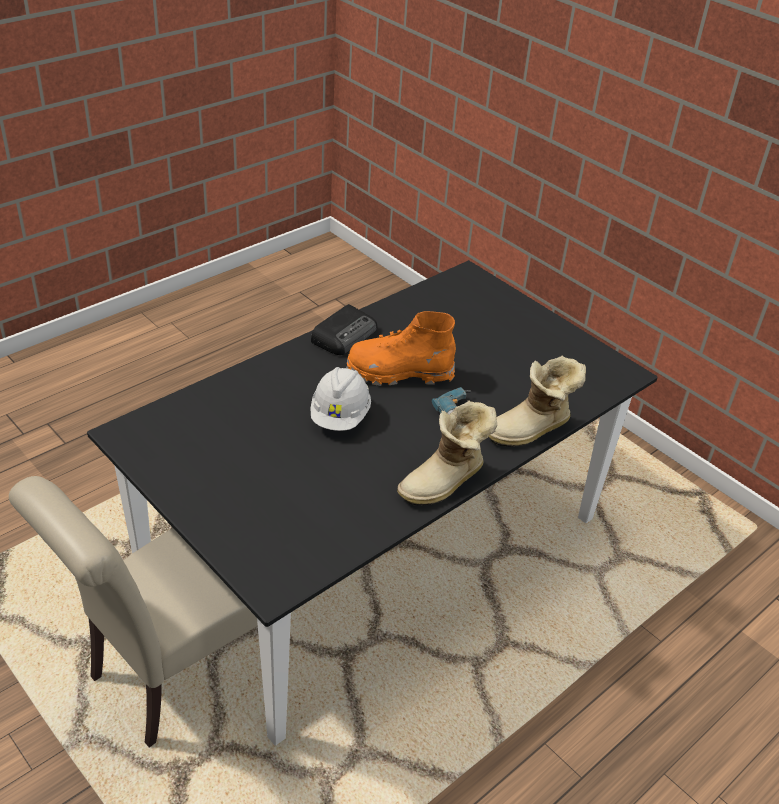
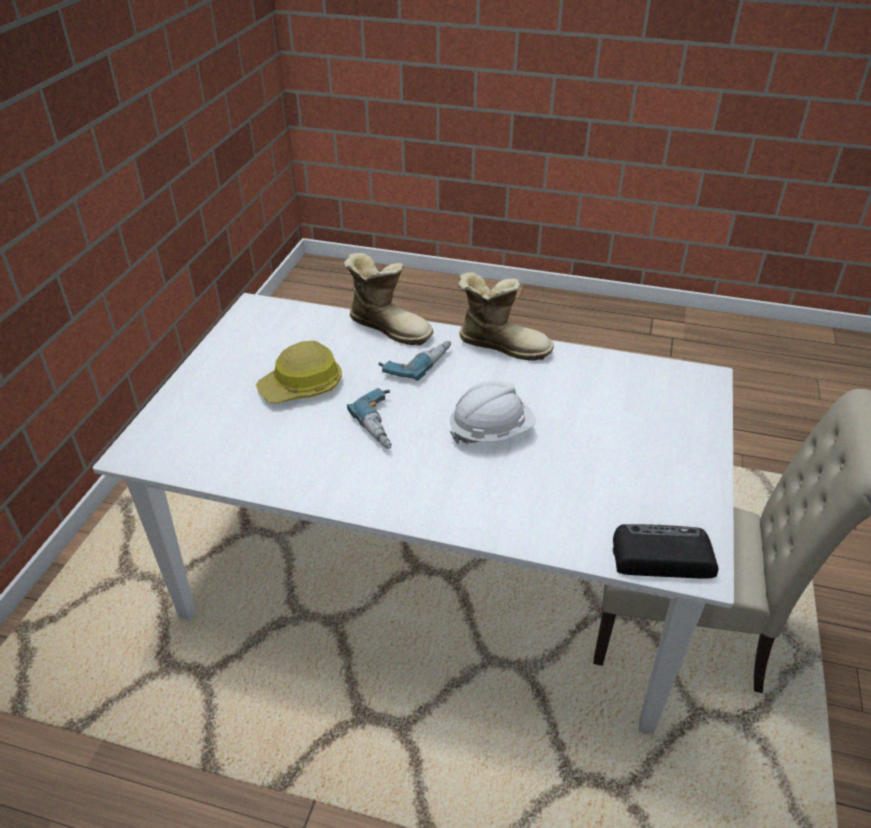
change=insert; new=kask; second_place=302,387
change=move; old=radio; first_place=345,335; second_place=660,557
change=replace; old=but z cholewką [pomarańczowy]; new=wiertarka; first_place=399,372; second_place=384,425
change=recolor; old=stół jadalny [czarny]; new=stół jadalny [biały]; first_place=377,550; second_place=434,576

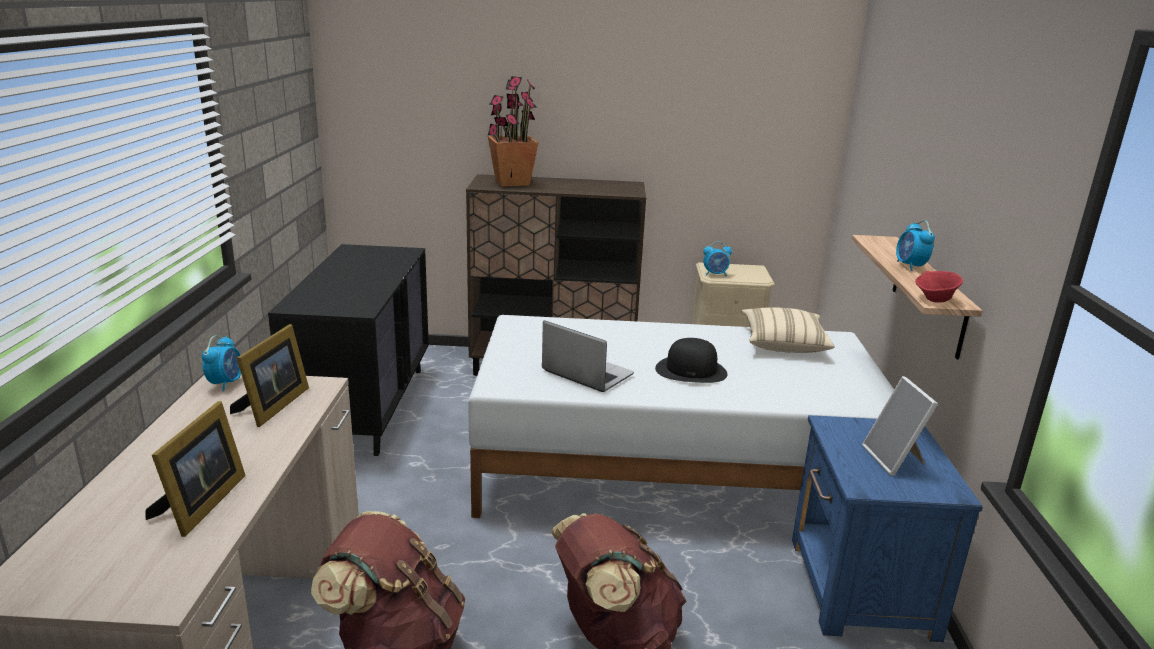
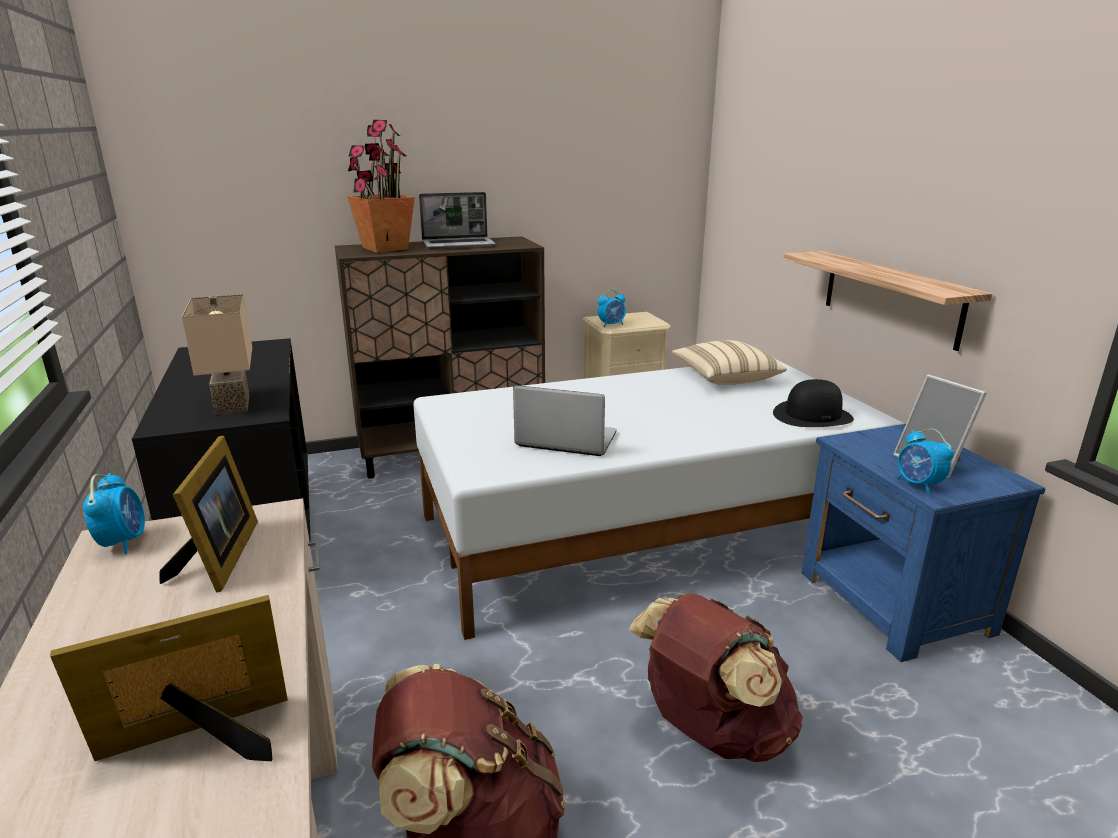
change=delete; old=miska [czerwony]; first_place=935,300
change=insert; new=lampa stołowa [beżowy]; second_place=235,404
change=insert; new=laptop; second_place=459,245
change=move; old=kapelusz [czarny]; first_place=691,370; second_place=812,415
change=move; old=budzik; first_place=910,266; second_place=918,484
change=rotate; old=ramka na zdjęcie; first_place=200,505; second_place=203,741; degrees=-105

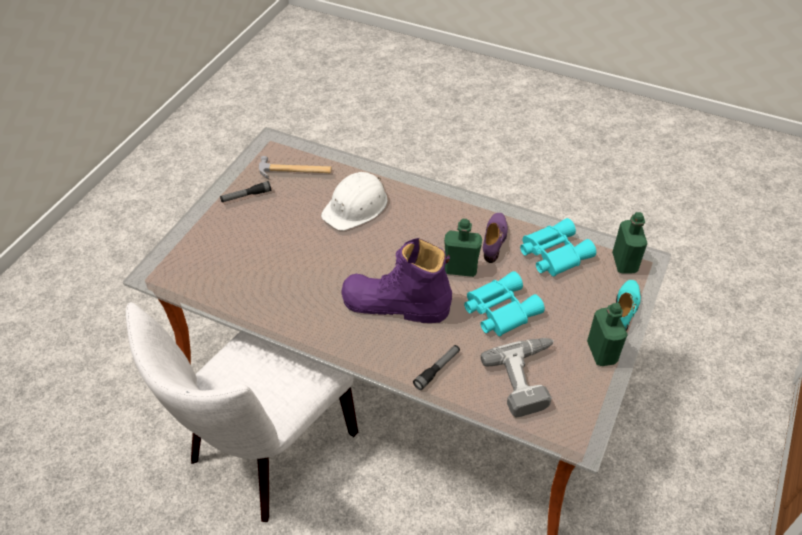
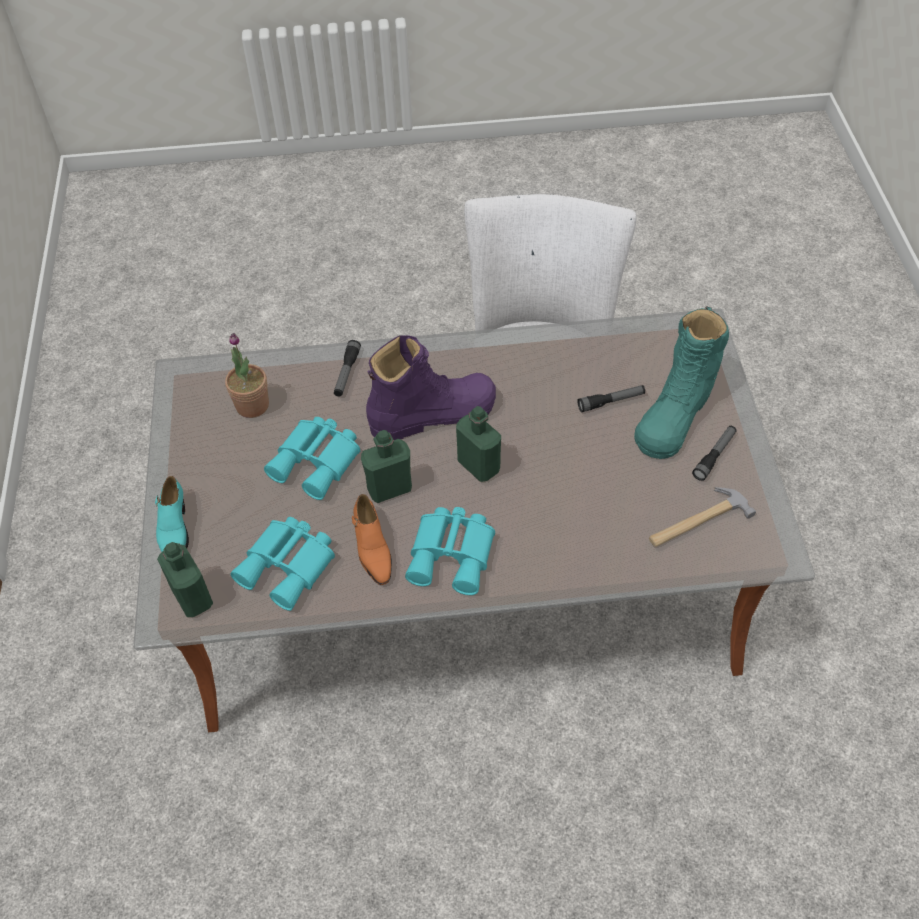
change=delete; old=kask [biały]; first_place=356,206
change=insert; new=lornetka [turkusowy]; second_place=453,554
change=insert; new=latarka; second_place=611,401
change=insert; new=but z cholewką [turkusowy]; second_place=675,412
change=move; old=butelka [zielony]; first_place=601,352; second_place=478,466
change=replace; old=wiertarka; new=roślina doniczkowa; first_place=528,379; second_place=252,405
change=recolor; old=but [fioletowy]; new=but [pomarańczowy]; first_place=494,240; second_place=372,549

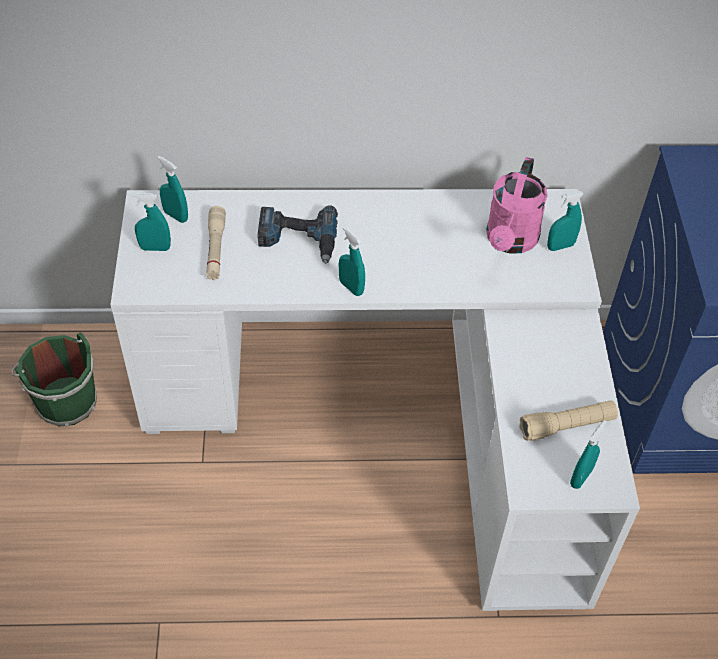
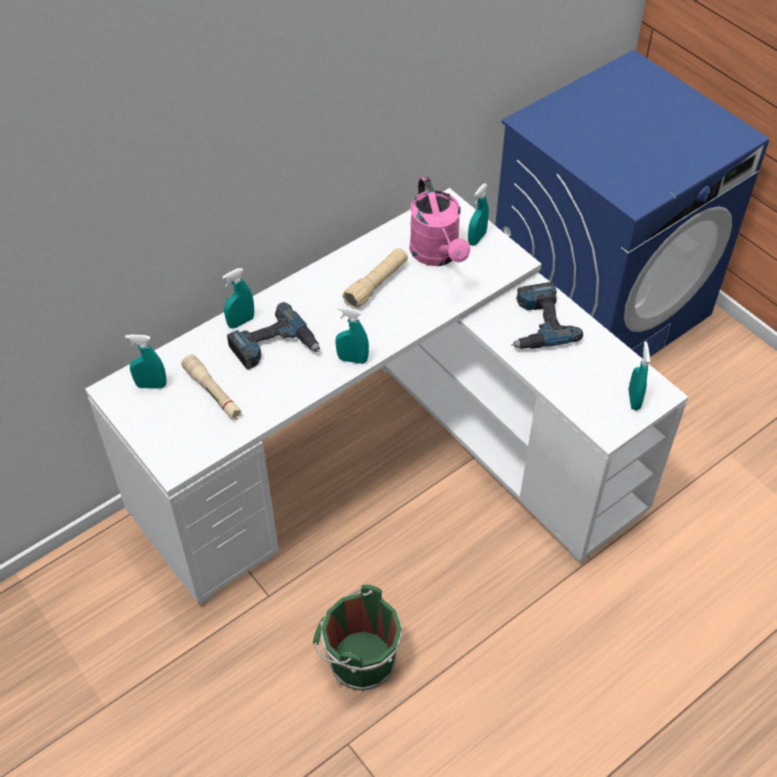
change=insert; new=wiertarka; second_place=537,324
change=move; old=wiadro [zielony]; first_place=65,400; second_place=359,660
change=move; old=spryskiwacz [turkusowy]; first_place=155,248; second_place=241,322
change=move; old=latarka [beżowy]; first_place=566,426; second_place=376,284

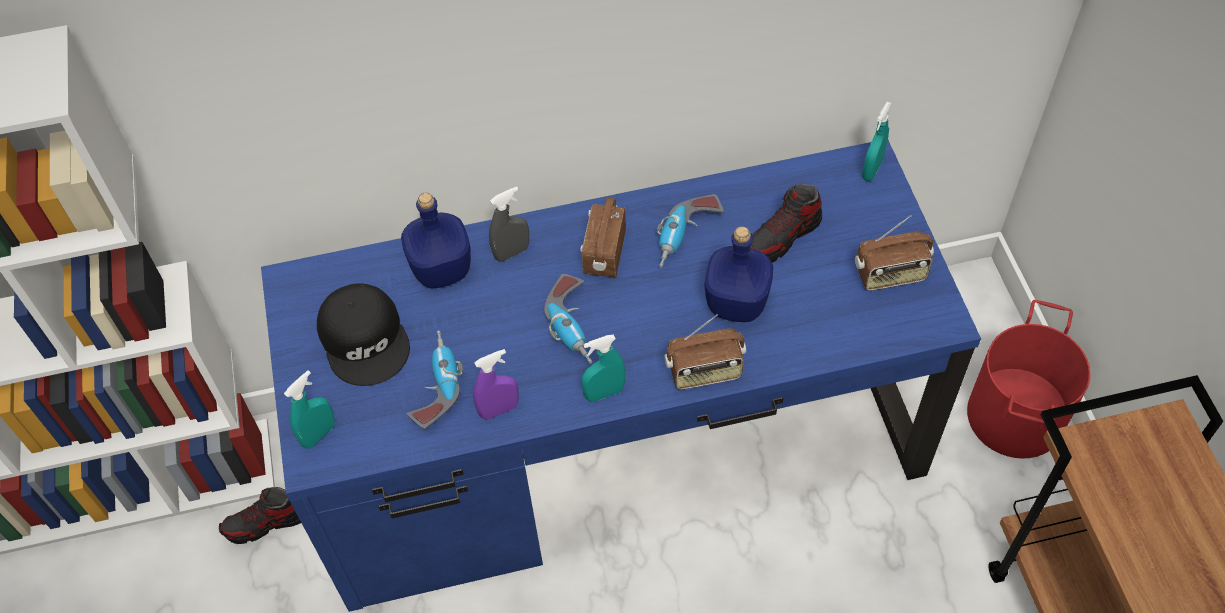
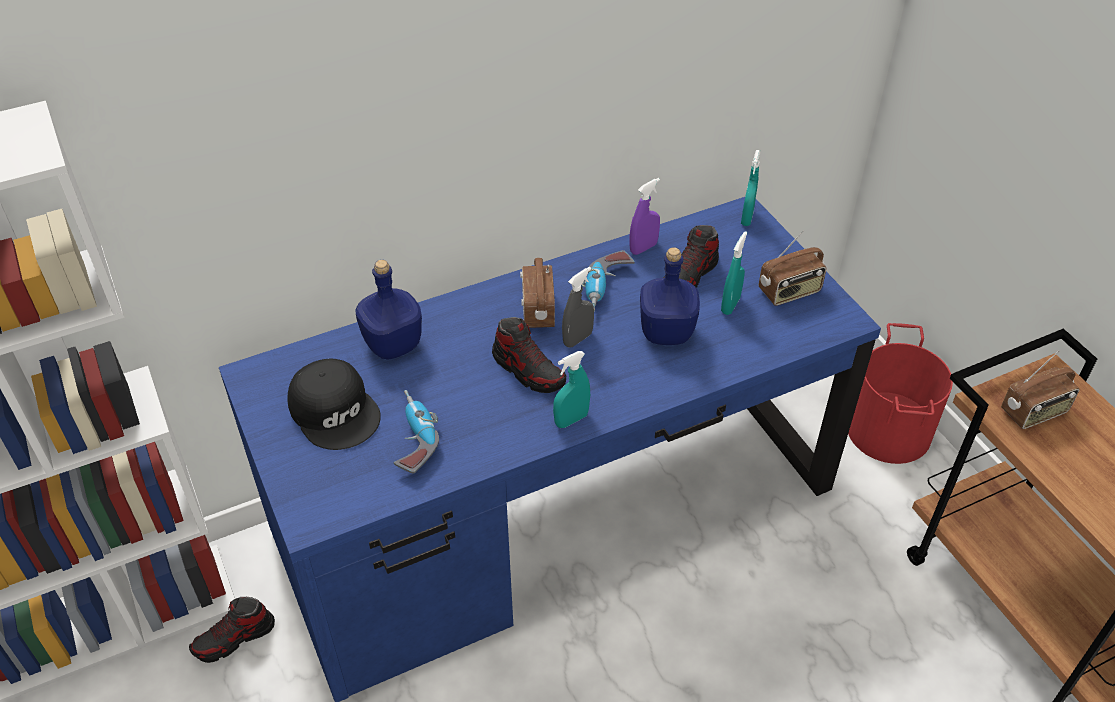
change=move; old=spryskiwacz [turkusowy]; first_place=319,435; second_place=730,305
change=move; old=spryskiwacz [fioletowy]; first_place=499,410; second_place=643,248
change=move; old=spryskiwacz [szary]; first_place=512,252; second_place=577,339
change=move; old=radio; first_place=705,372; second_place=1034,413
change=replace; old=wiertarka; new=but; first_place=575,326; second_place=529,370

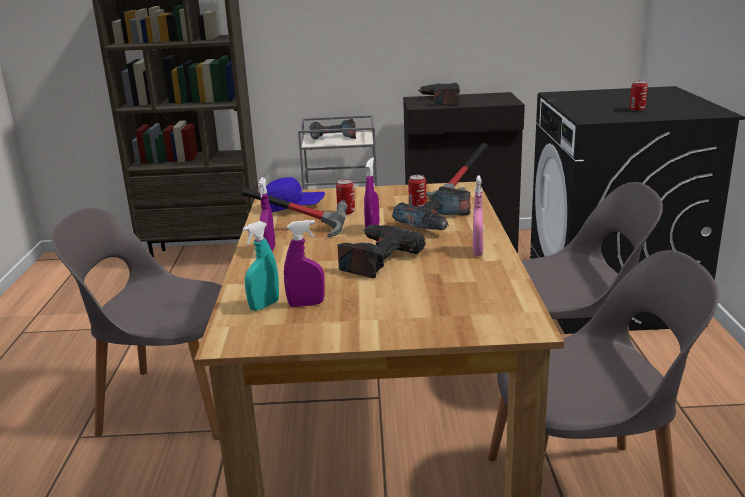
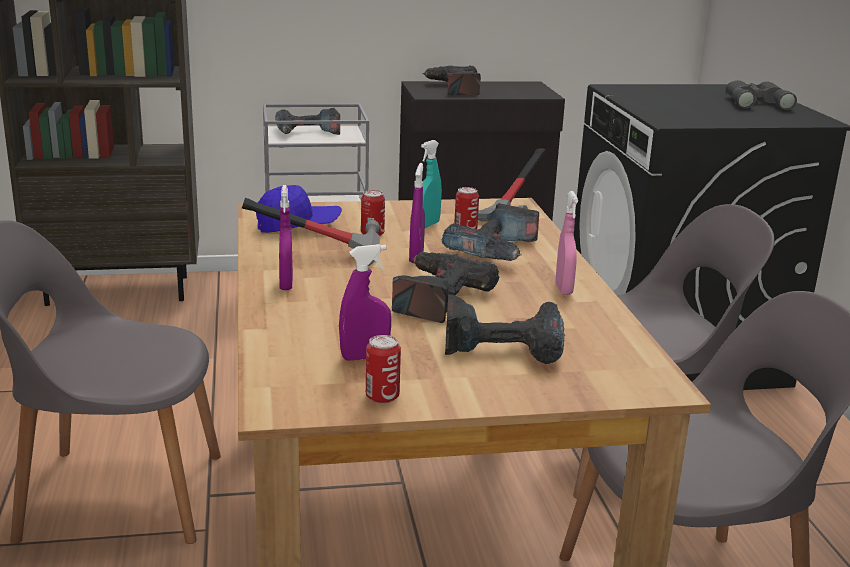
change=insert; new=wiertarka; second_place=503,344
change=insert; new=lornetka [szary]; second_place=756,102
change=move; old=spryskiwacz [turkusowy]; first_place=264,305; second_place=427,225
change=move; old=puszka; first_place=637,109; second_place=382,397

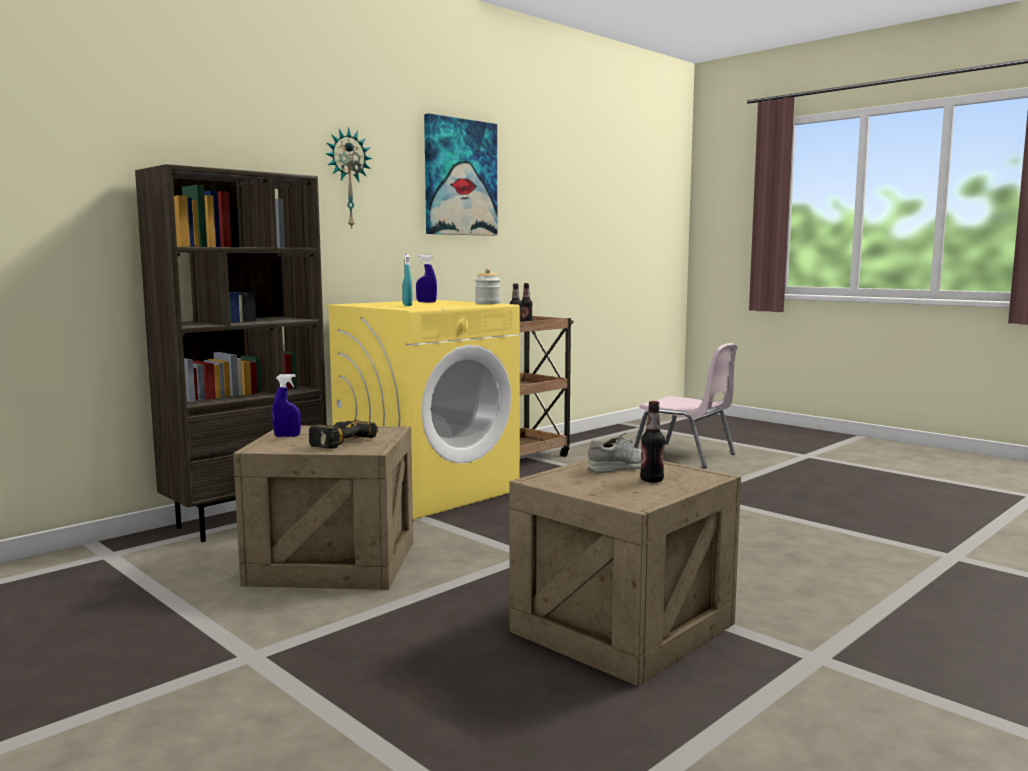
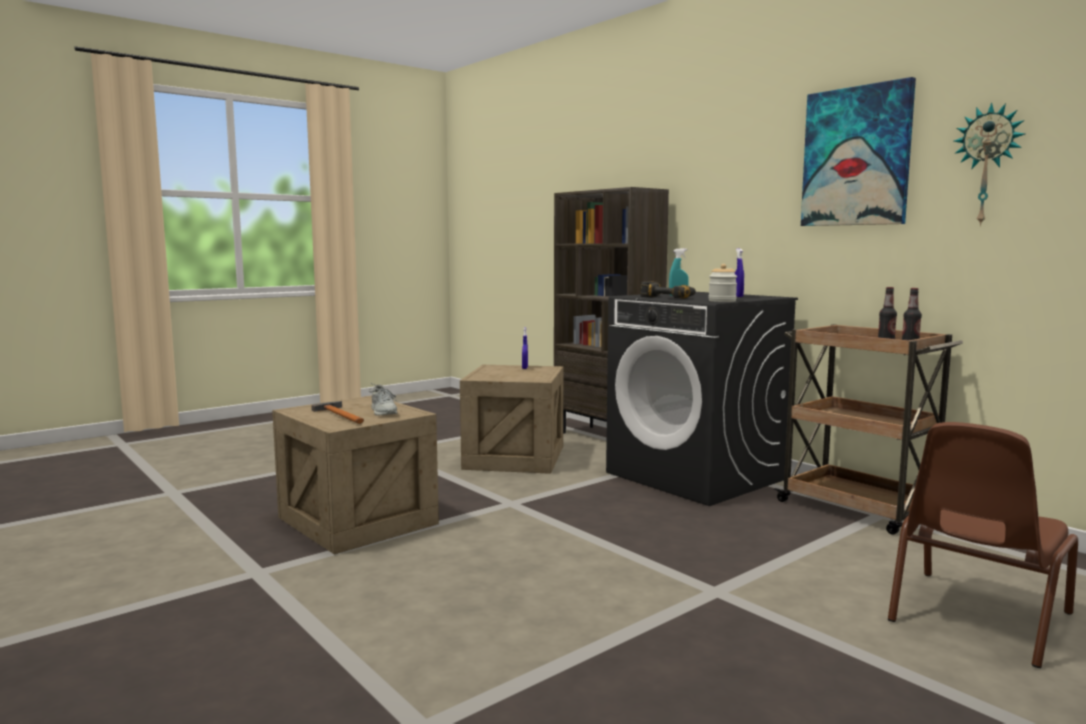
change=move; old=wiertarka; first_place=337,441; second_place=669,297
change=move; old=zegar ścienny; first_place=347,179; second_place=987,165
change=replace; old=butelka; new=młotek; first_place=652,480; second_place=340,415
change=recolor; old=pralka [żółty]; new=pralka [czarny]; first_place=427,491; second_place=696,476
change=recolor; old=krzesło [różowy]; new=krzesło [brązowy]; first_place=685,456; second_place=976,617

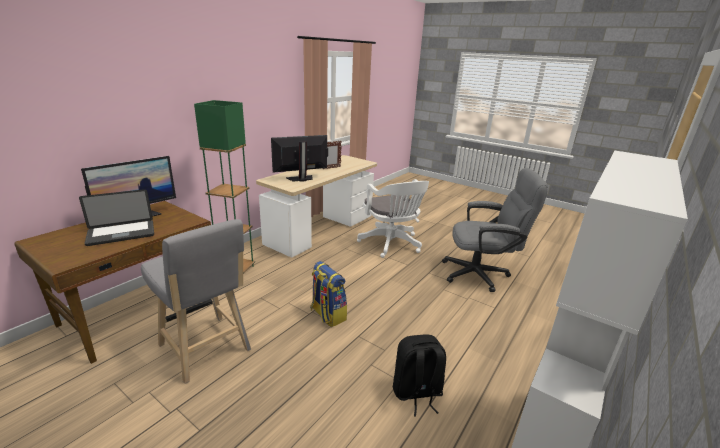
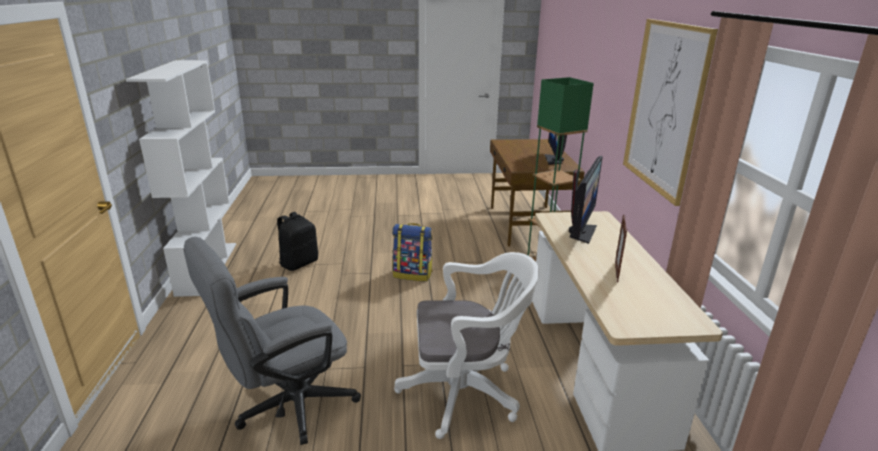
change=delete; old=laptop; first_place=121,234
change=delete; old=stołek [szary]; first_place=207,350
change=insert; new=obraz; second_place=664,108
change=rotate; old=krzesło biurowe [biały]; first_place=391,244; second_place=466,393; degrees=150

